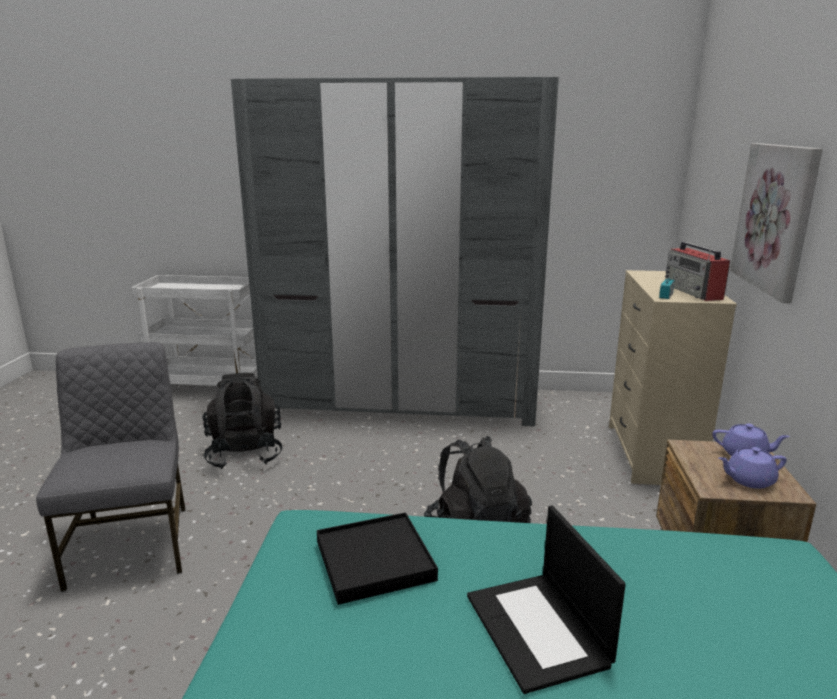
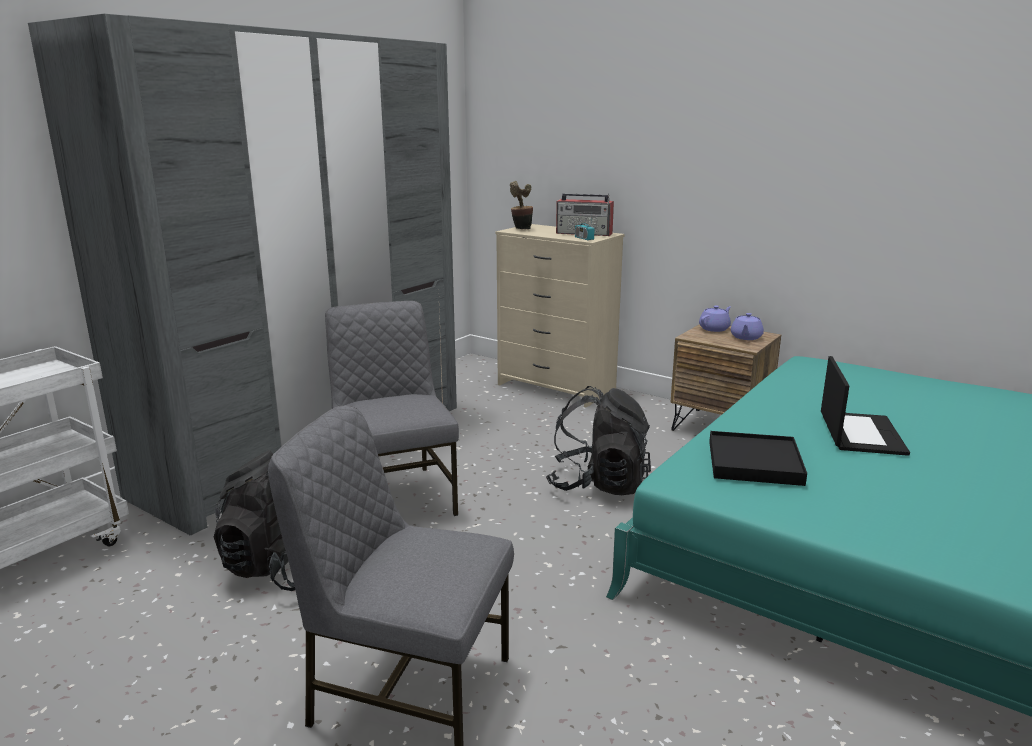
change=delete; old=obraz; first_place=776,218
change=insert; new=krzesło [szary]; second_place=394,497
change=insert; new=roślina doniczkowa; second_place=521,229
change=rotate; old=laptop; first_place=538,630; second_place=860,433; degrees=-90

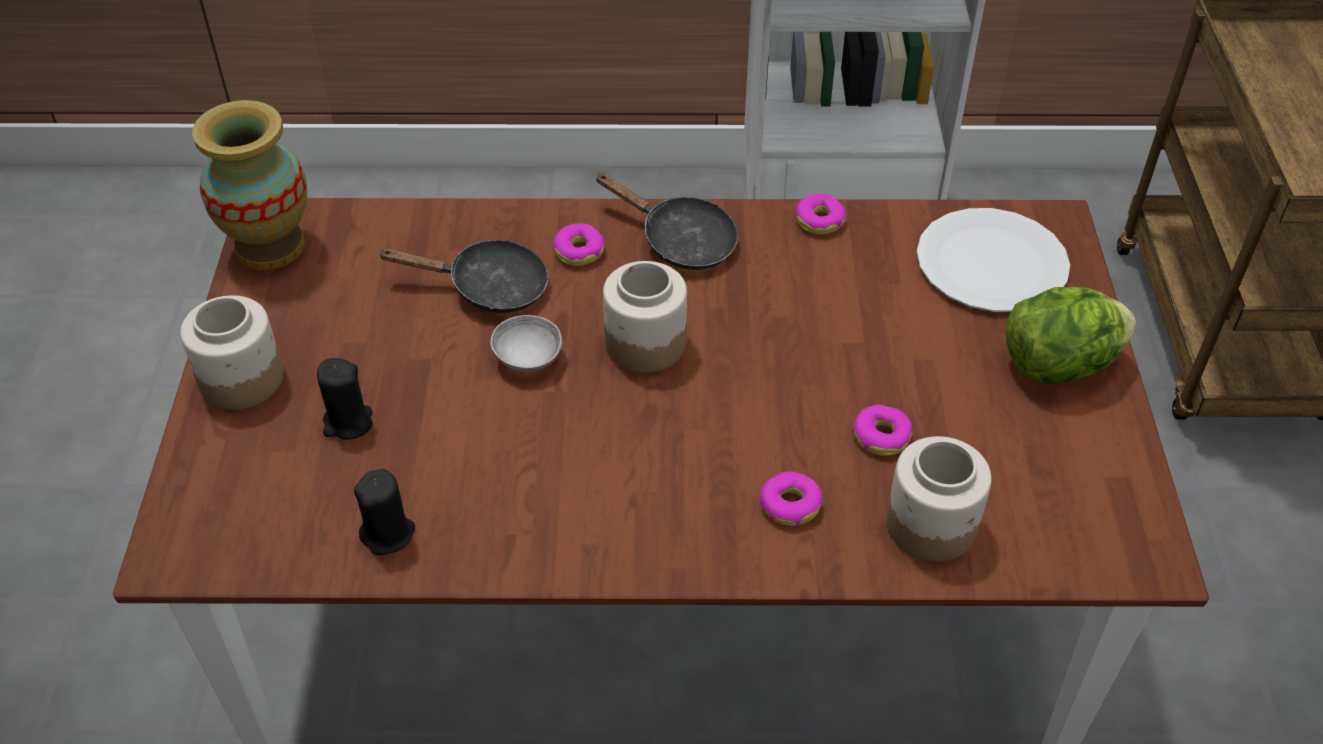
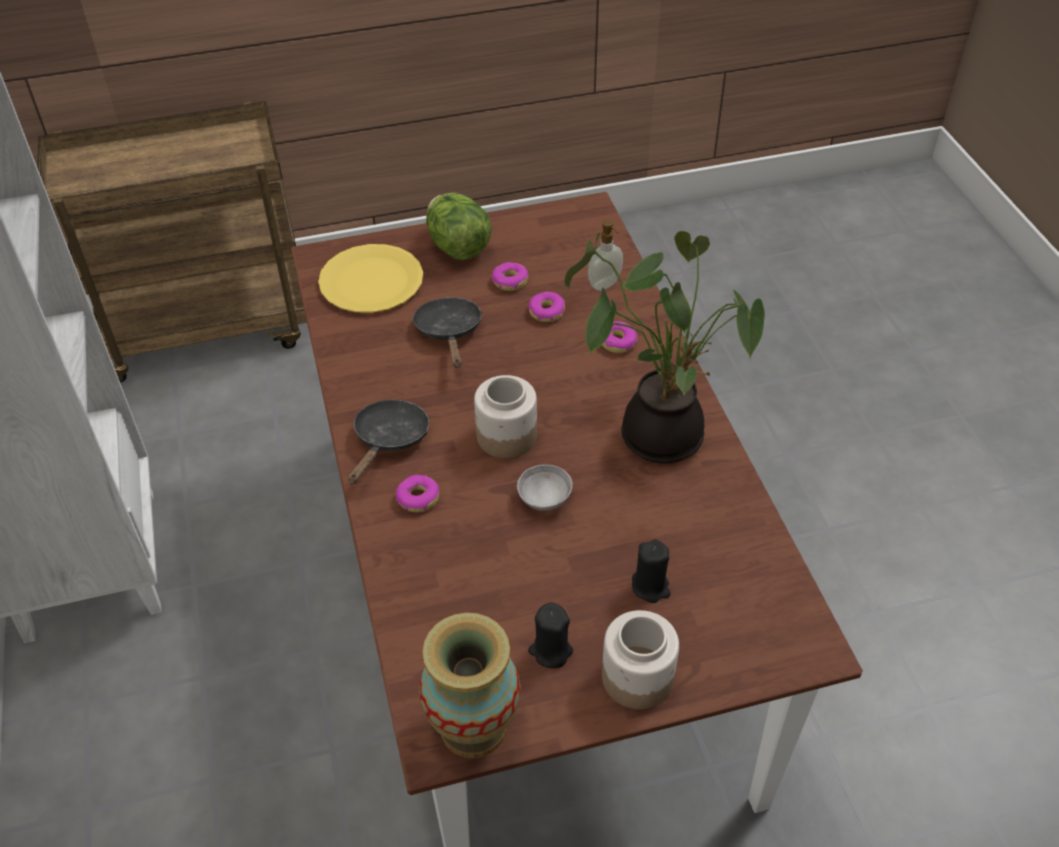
change=insert; new=roślina doniczkowa; second_place=660,431
change=move; old=świeca [czarny]; first_place=388,534; second_place=550,651
change=move; old=patelnia [czarny]; first_place=488,287; second_place=449,332
change=move; old=donut; first_place=819,220; second_place=509,281
change=replace; old=słoik; new=dozownik mydła; first_place=932,525; second_place=605,284
change=recolor; old=talerz [biały]; new=talerz [żółty]; first_place=991,264; second_place=372,281

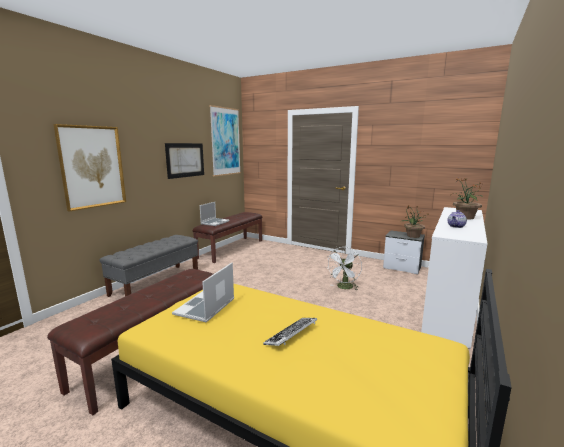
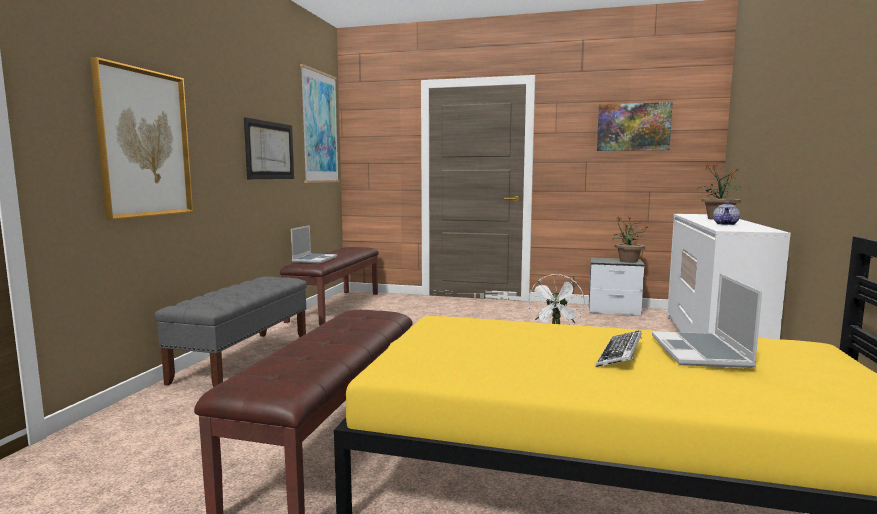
change=insert; new=obraz; second_place=633,127
change=move; old=laptop; first_place=205,307; second_place=701,352

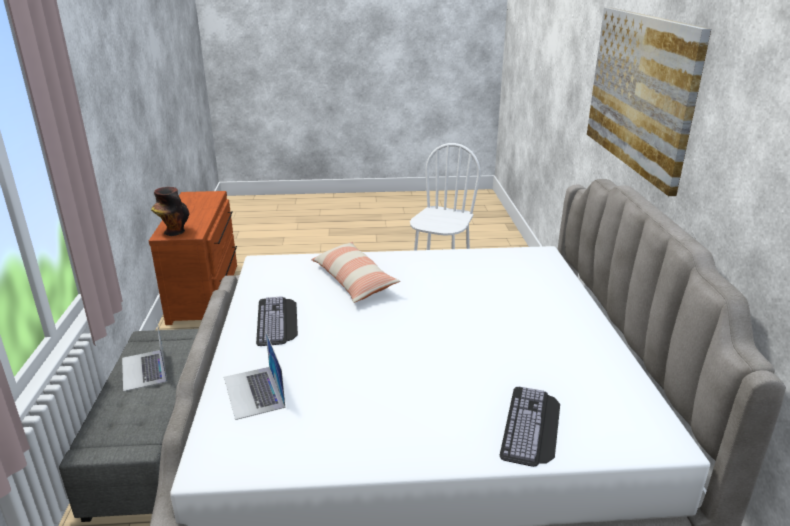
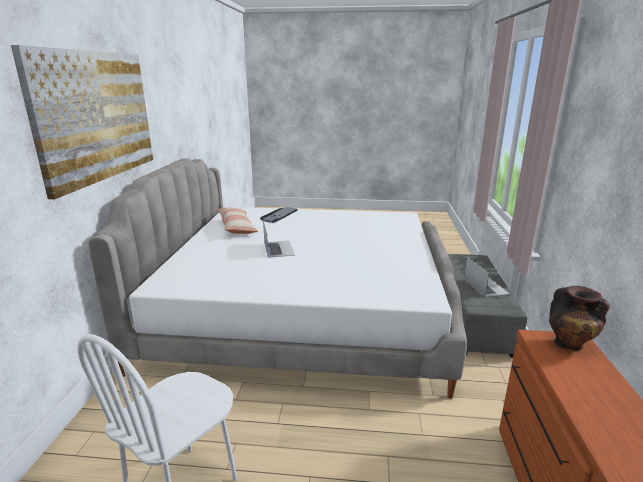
change=delete; old=klawiatura; first_place=278,321
change=move; old=laptop; first_place=254,392; second_place=278,248
change=move; old=poduszka; first_place=353,281; second_place=236,227

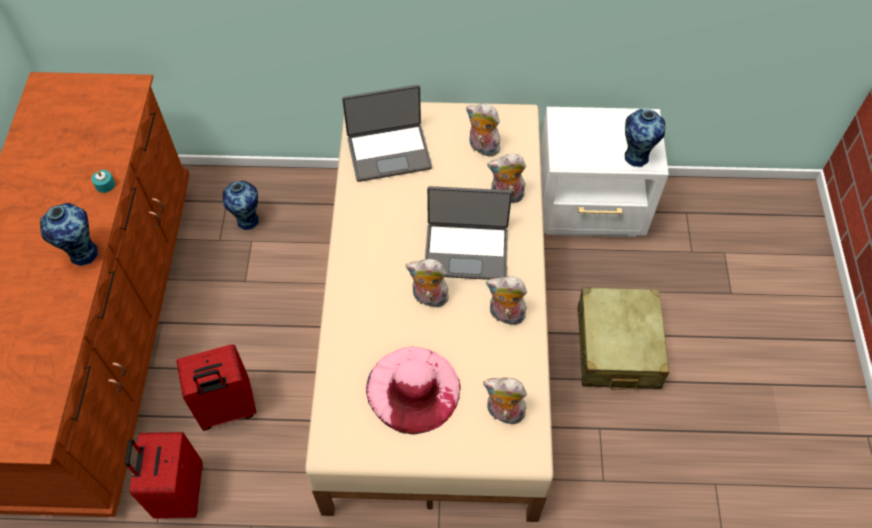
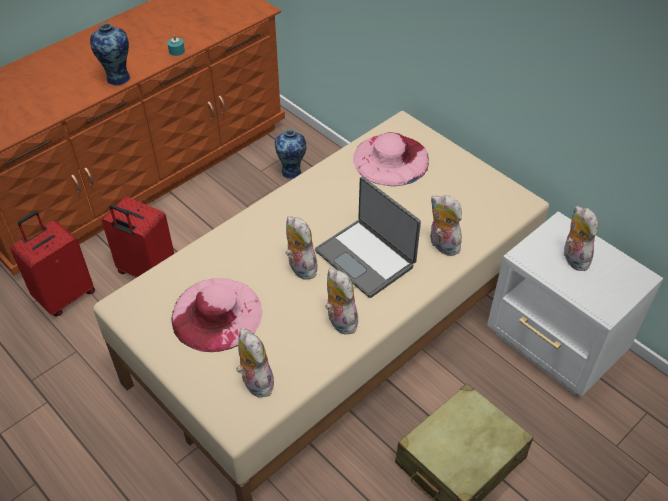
change=delete; old=wazon; first_place=636,156
change=move; old=pluszak; first_place=482,148; second_place=573,258
change=replace; old=laptop; new=kapelusz [różowy]; first_place=389,152; second_place=391,159

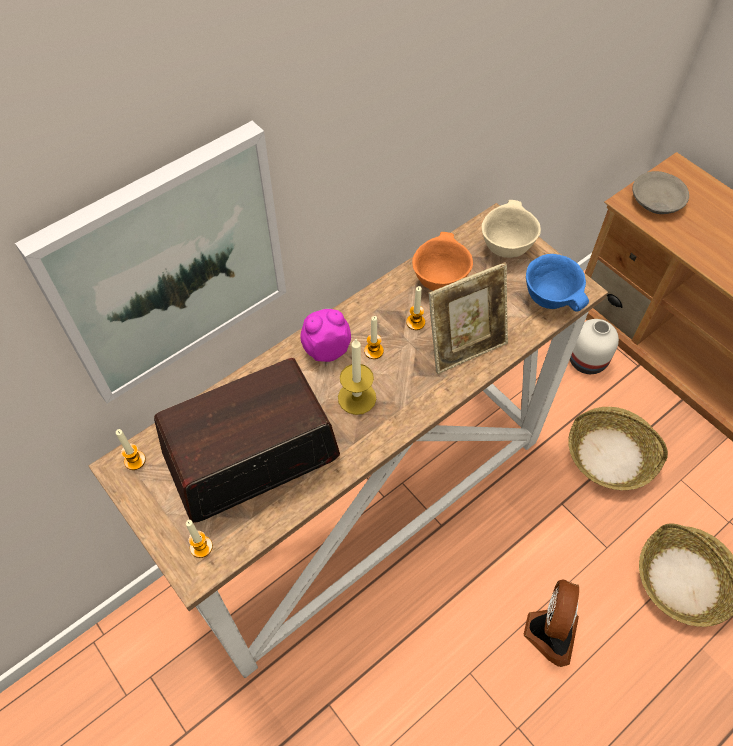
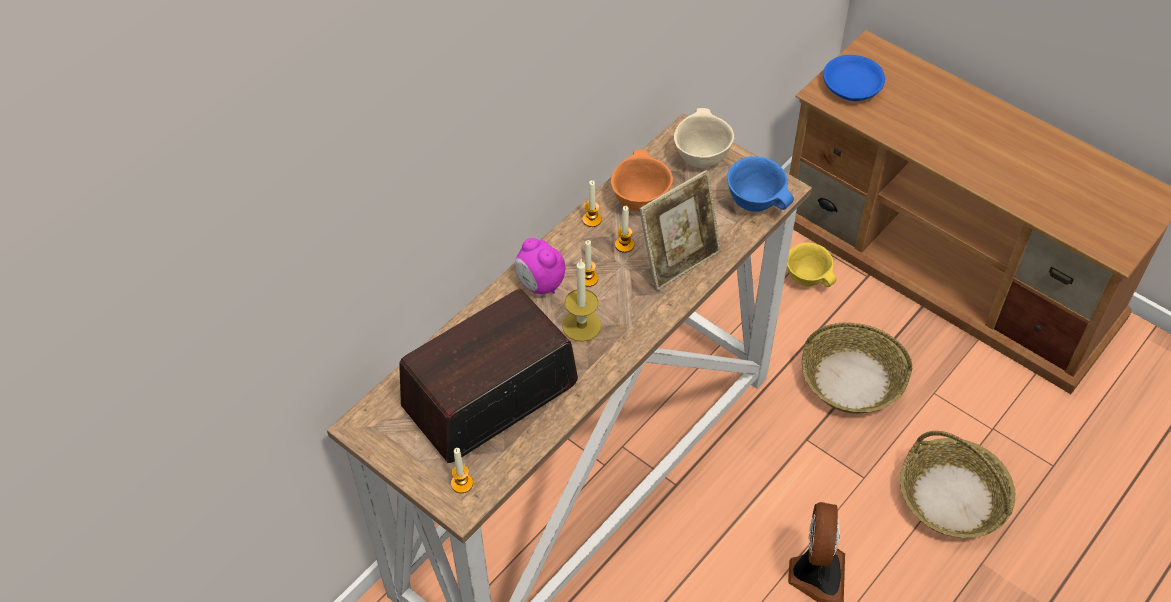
change=delete; old=obraz; first_place=169,266
change=move; old=świeca; first_place=135,460; second_place=592,220
change=replace; old=wazon [biały]; new=miska [żółty]; first_place=587,359; second_place=808,278
change=recolor; old=miska [szary]; new=miska [niebieski]; first_place=656,201; second_place=851,87
change=rotate; old=budzik; first_place=326,349; second_place=540,284; degrees=-105

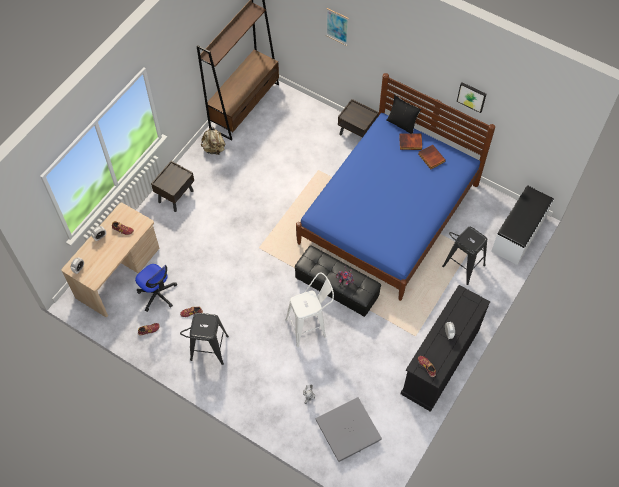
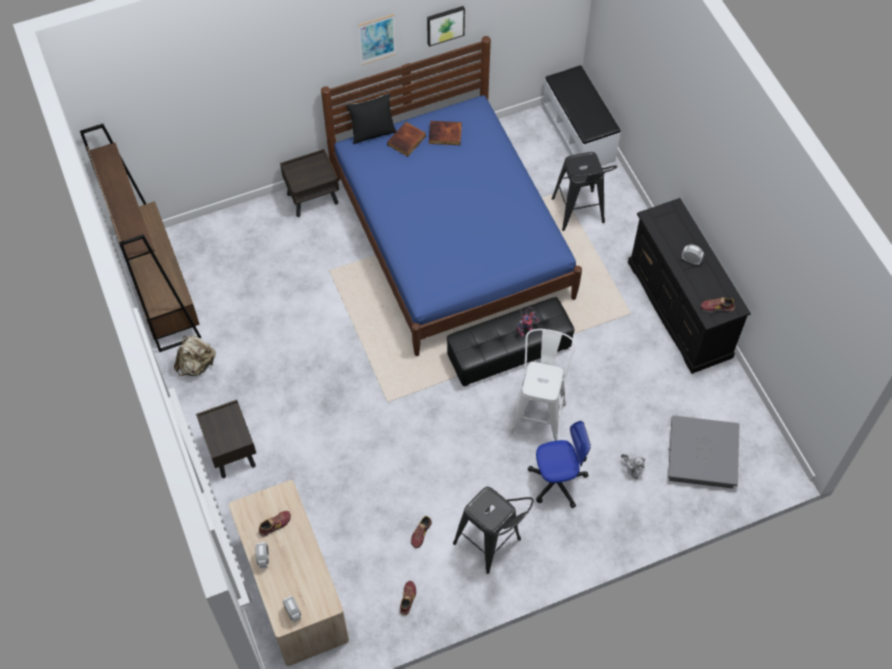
change=move; old=krzesło biurowe; first_place=157,294; second_place=557,481
change=move; old=obraz; first_place=337,26; second_place=377,39

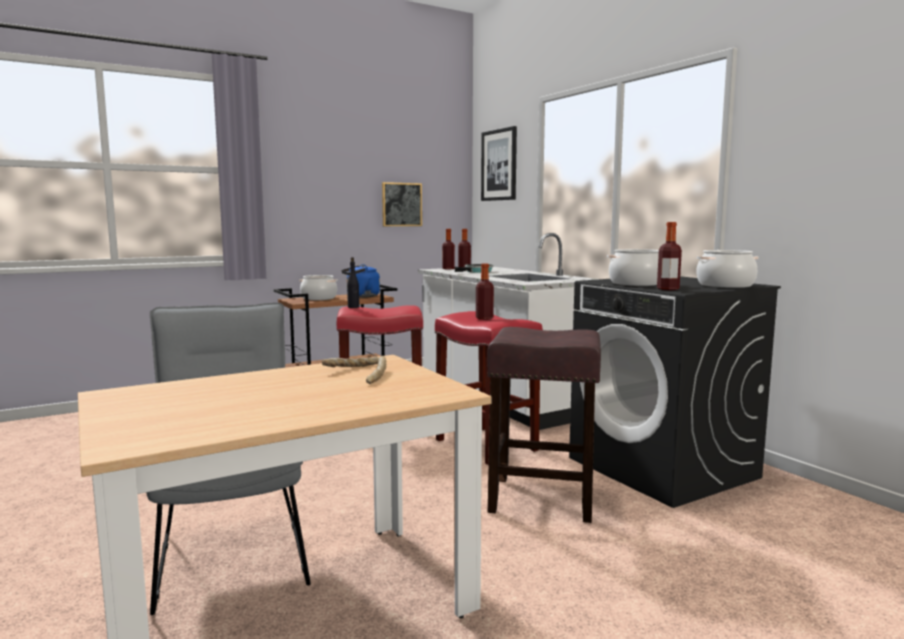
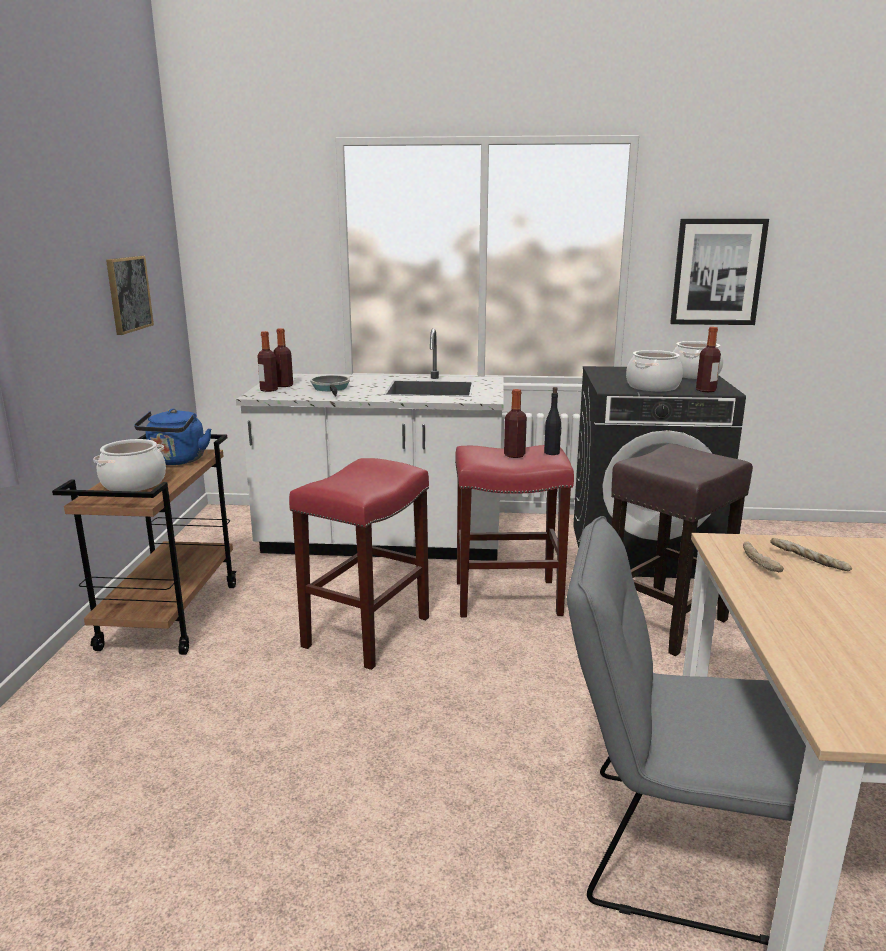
change=move; old=butelka [czarny]; first_place=353,307; second_place=552,453
change=move; old=obraz; first_place=499,165; second_place=717,272

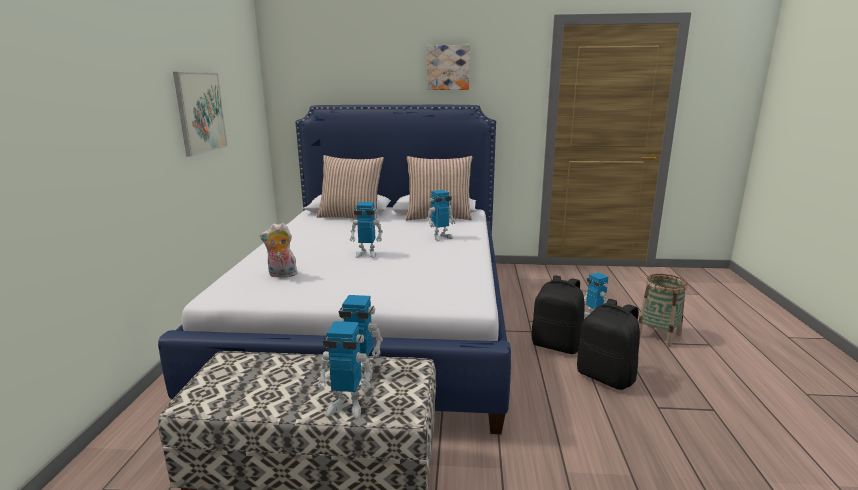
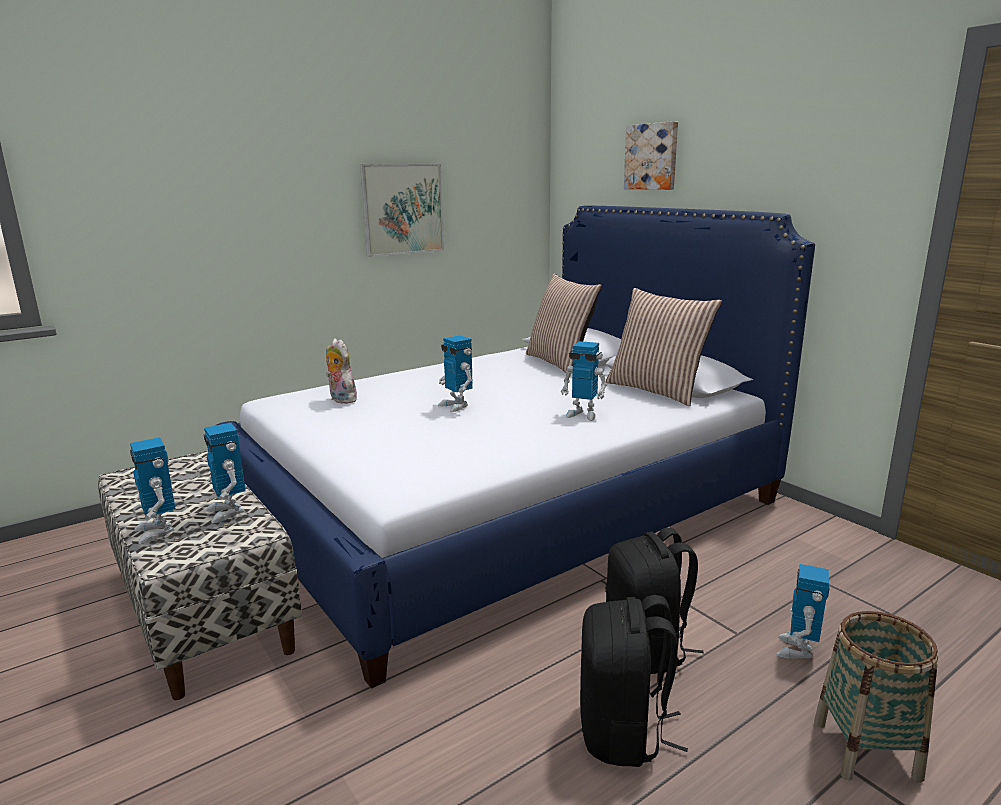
change=move; old=obraz; first_place=448,67; second_place=652,156

